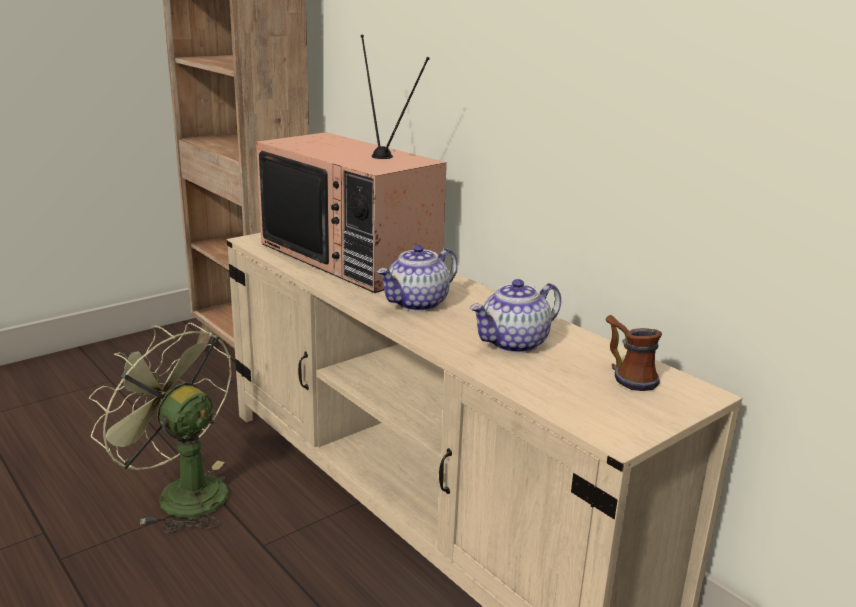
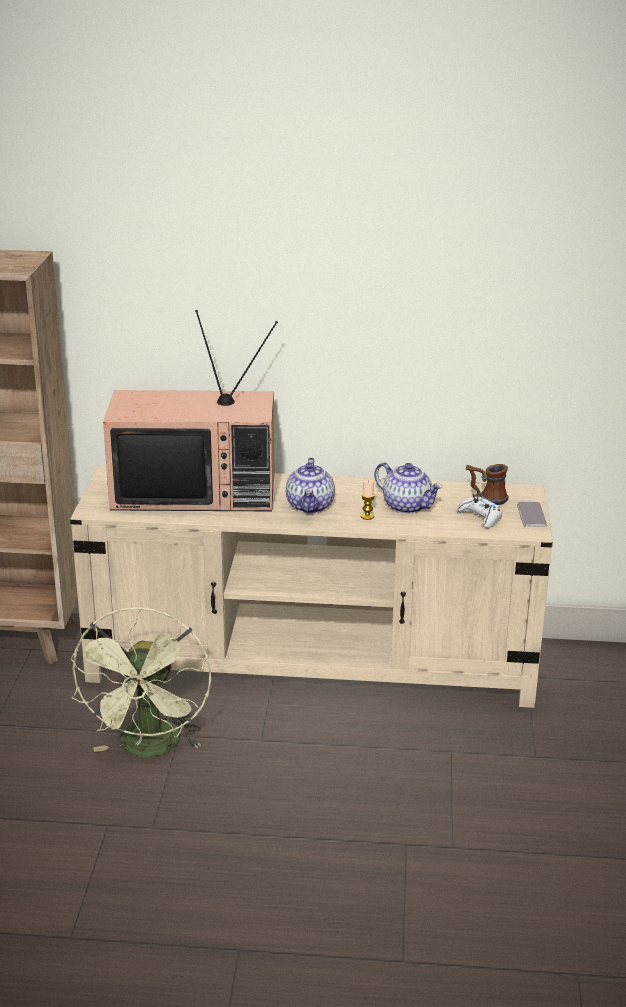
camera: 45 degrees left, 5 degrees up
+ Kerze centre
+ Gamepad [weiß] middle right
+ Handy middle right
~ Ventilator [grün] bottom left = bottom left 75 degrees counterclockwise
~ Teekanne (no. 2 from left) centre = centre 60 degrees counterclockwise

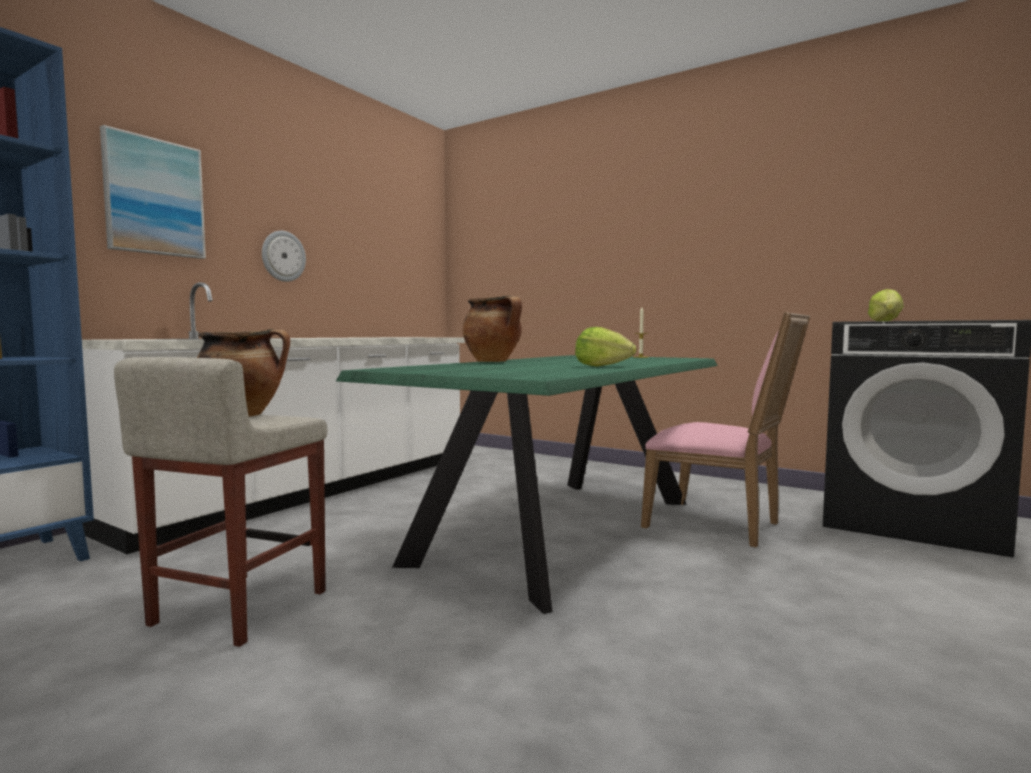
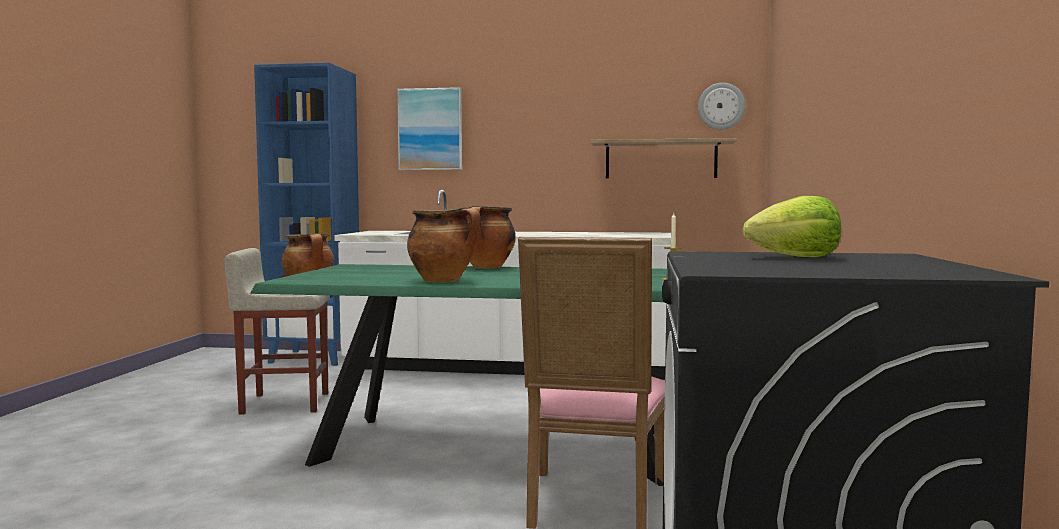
camera: 65 degrees right, 0 degrees up
+ Wandregal top centre
~ Wanduhr top left to top right
~ Salatkopf (no. 1 from left) centre to Kochtopf (no. 2 from left) centre

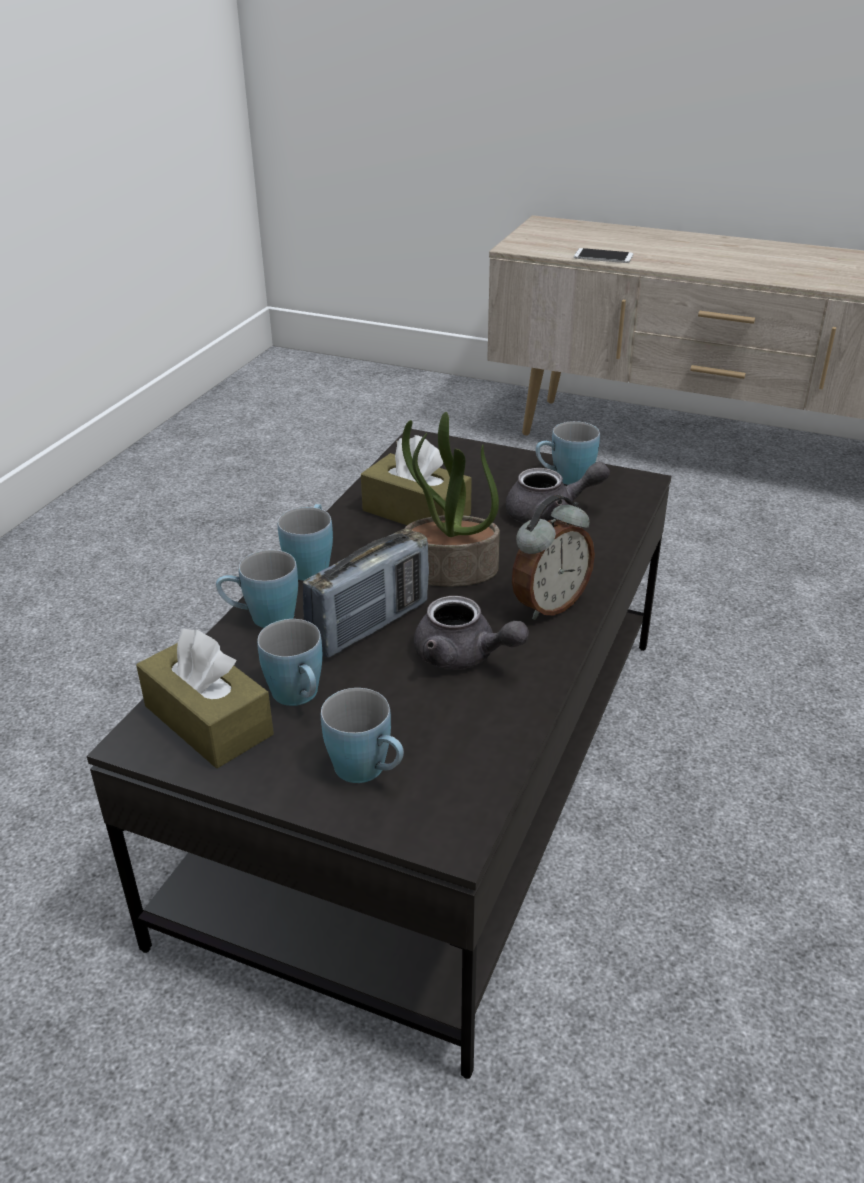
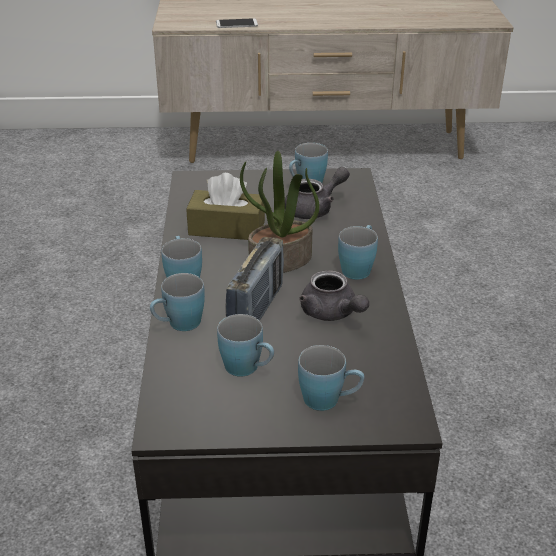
camera: 25 degrees left, 0 degrees up
- Taschentuchbox [braun] (no. 1 from left) middle left
~ Wecker centre to Henkelbecher [blau] (no. 6 from left) centre
~ Teekanne [grau] (no. 1 from left in the first image) centre = centre 45 degrees clockwise

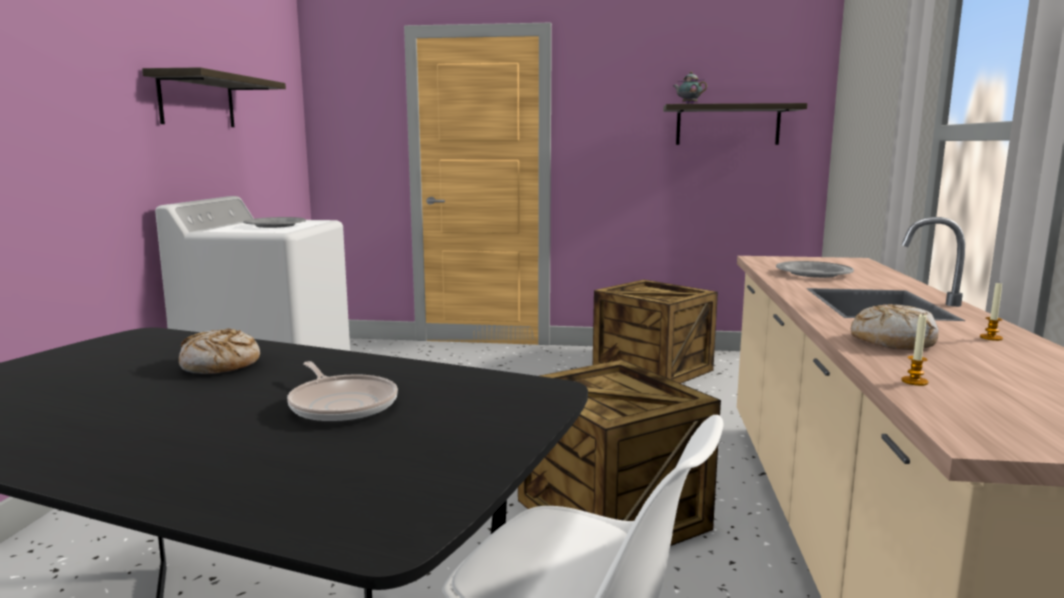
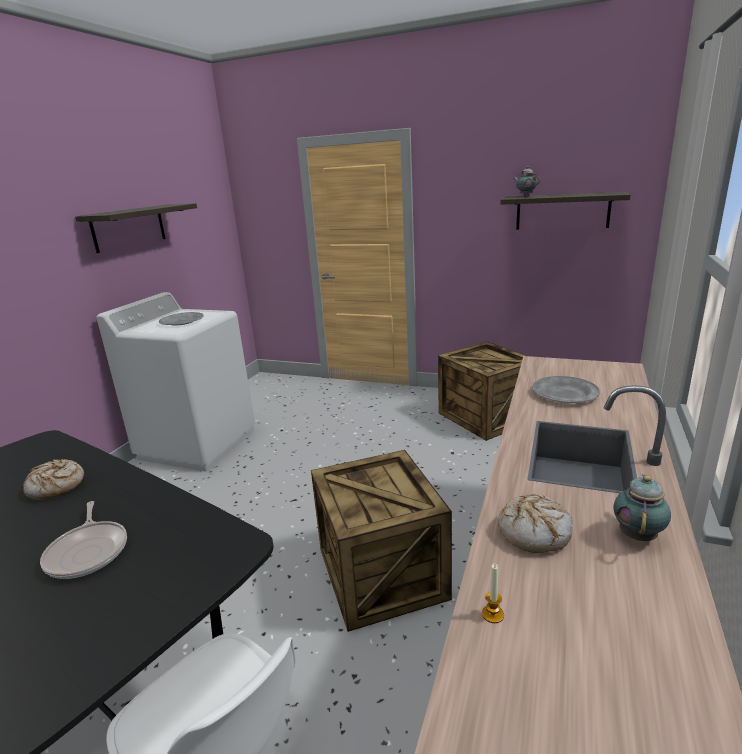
camera: 15 degrees right, 10 degrees up
~ Kerze (no. 2 from left) middle right to Teekanne (no. 2 from left) bottom right

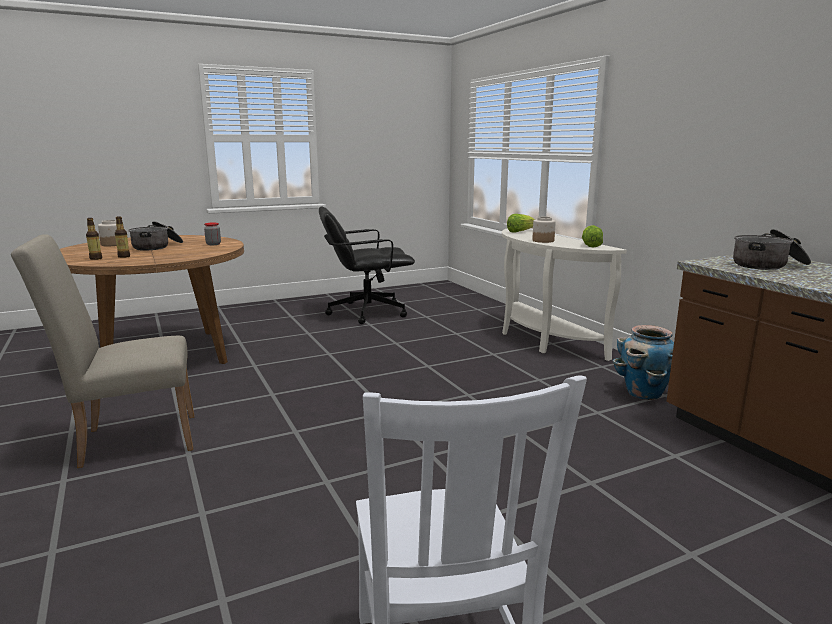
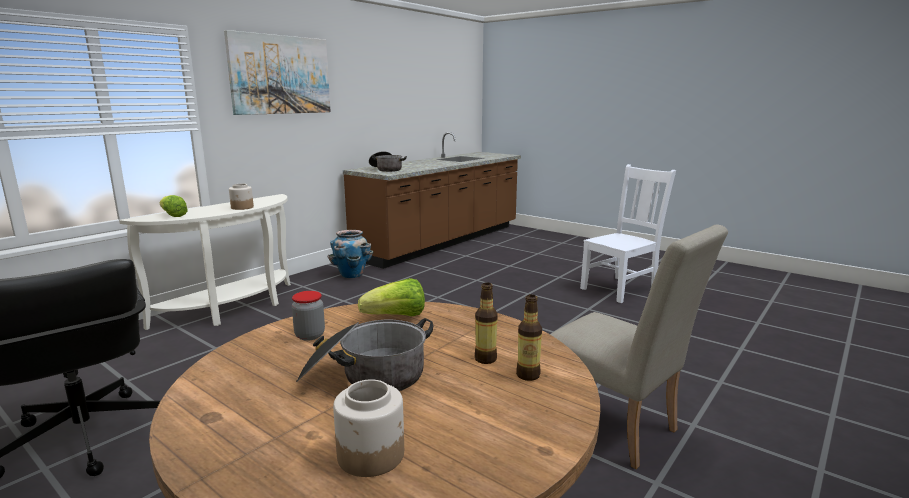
camera: 115 degrees left, 0 degrees up
+ Bild top left
~ Salatkopf (no. 2 from left) middle right to centre

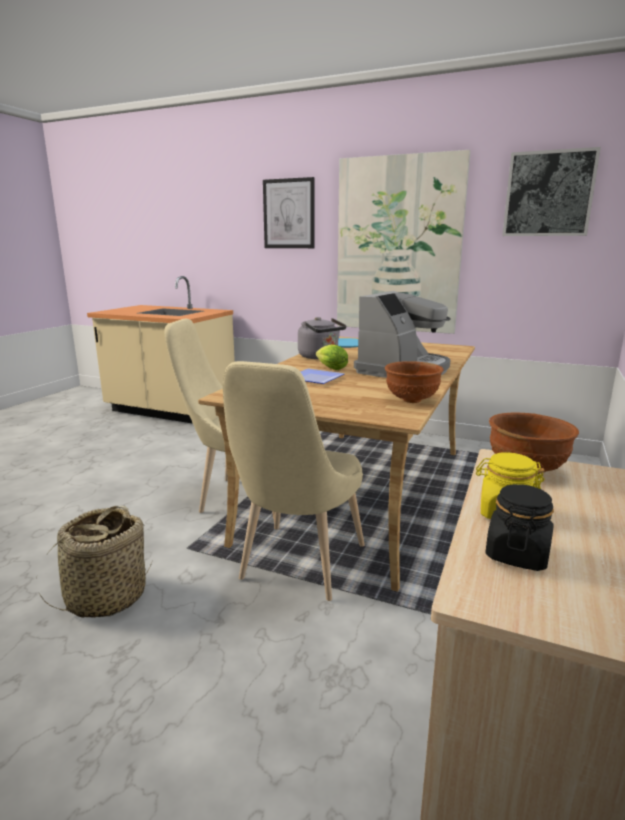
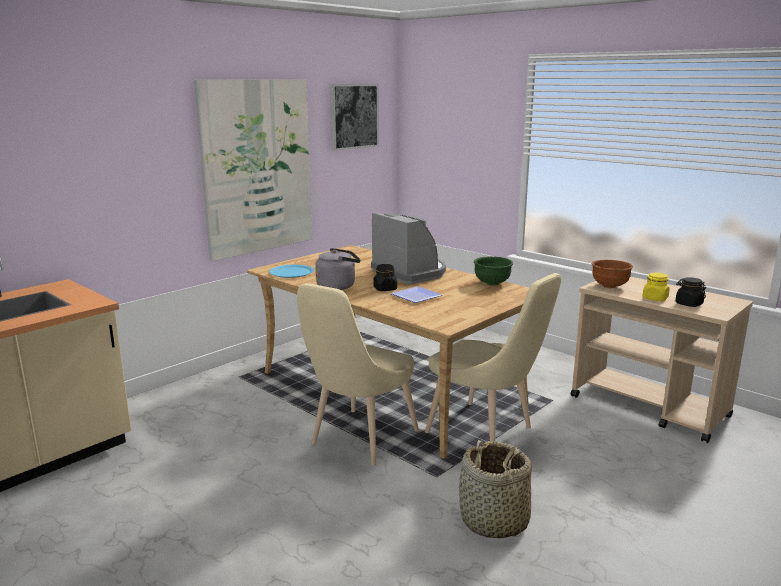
camera: 70 degrees left, 0 degrees up
- Bild (no. 1 from left) top centre
~ Salatkopf centre to Vorratsglas [schwarz] (no. 1 from left) centre
~ Schüssel [braun] (no. 1 from left) centre to Schüssel [grün] centre

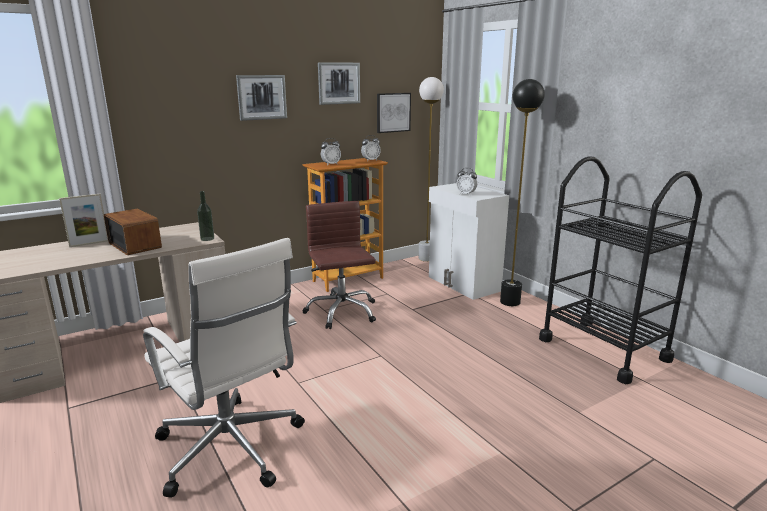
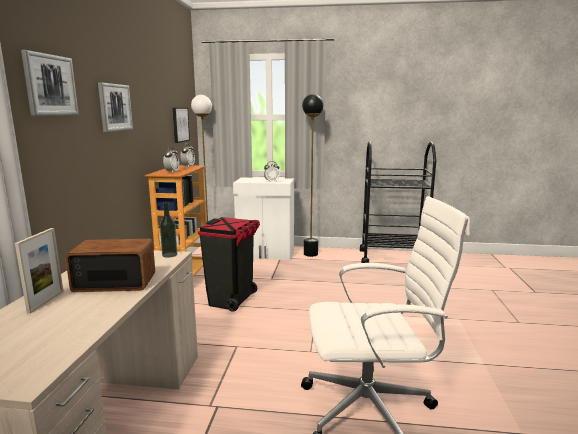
camera: 50 degrees left, 5 degrees down
~ Bild (no. 2 from left in the first image) top centre to Bild (no. 1 from left) top left
~ Bürostuhl [braun] centre to Mülleimer [schwarz] centre

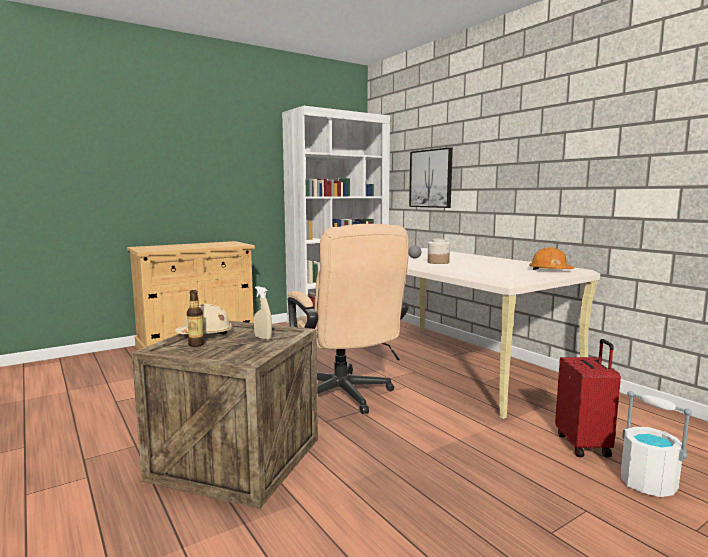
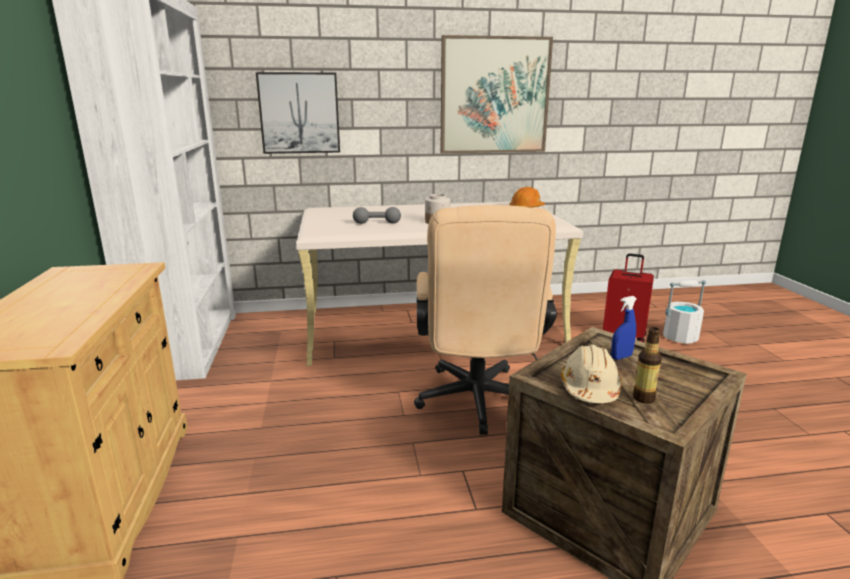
camera: 65 degrees left, 10 degrees up
+ Bild (no. 2 from left) top centre
~ Sprühflasche [beige] centre to Sprühflasche [blau] middle right
~ Bürostuhl [beige] centre = centre 90 degrees clockwise

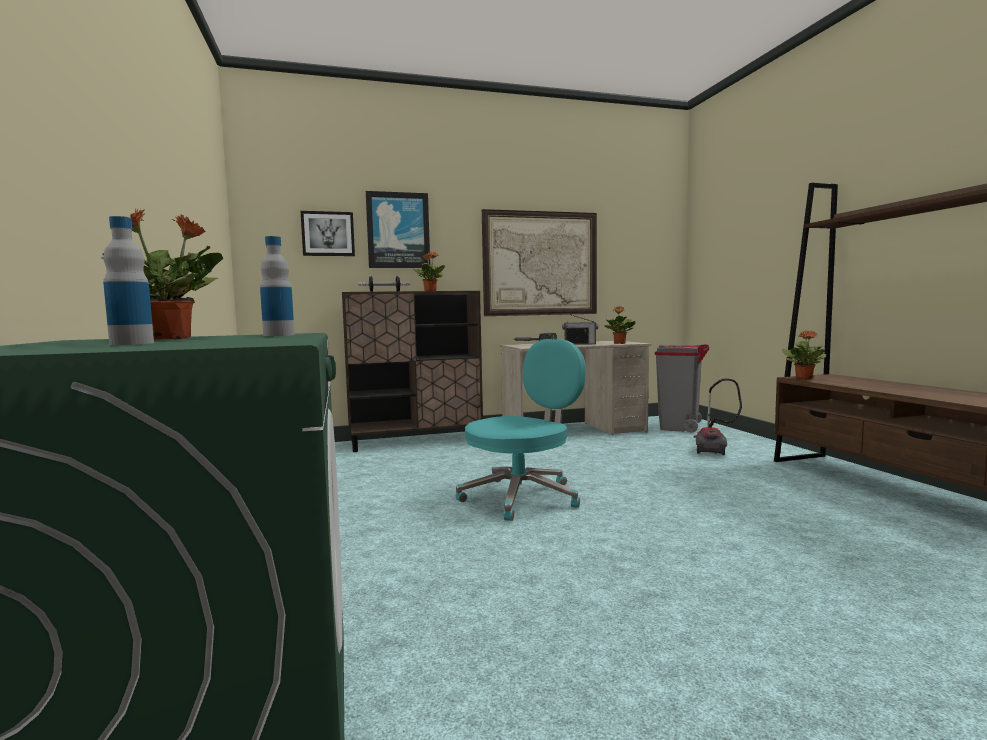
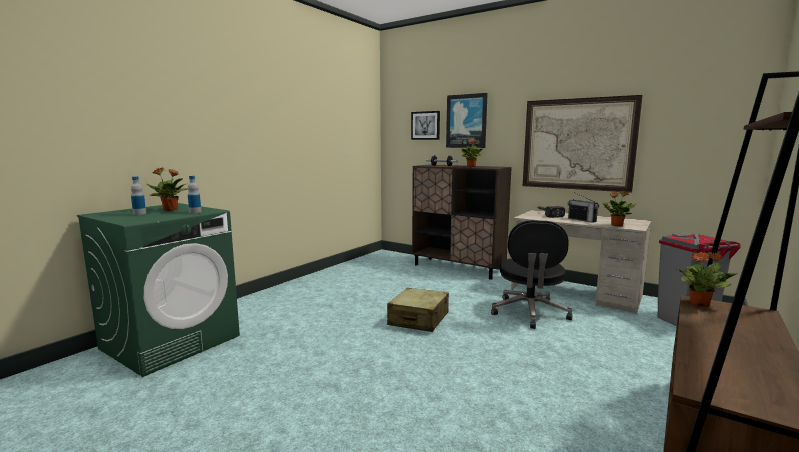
camera: 50 degrees right, 5 degrees up
- Staubsauger middle right
+ Bürostuhl [schwarz] centre
~ Bürostuhl [türkis] centre to Koffer [beige] bottom centre

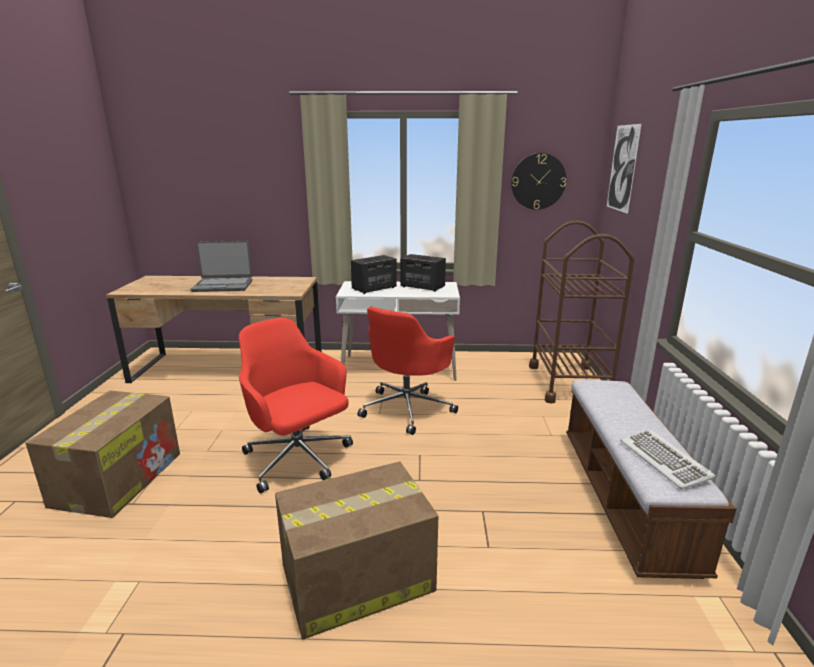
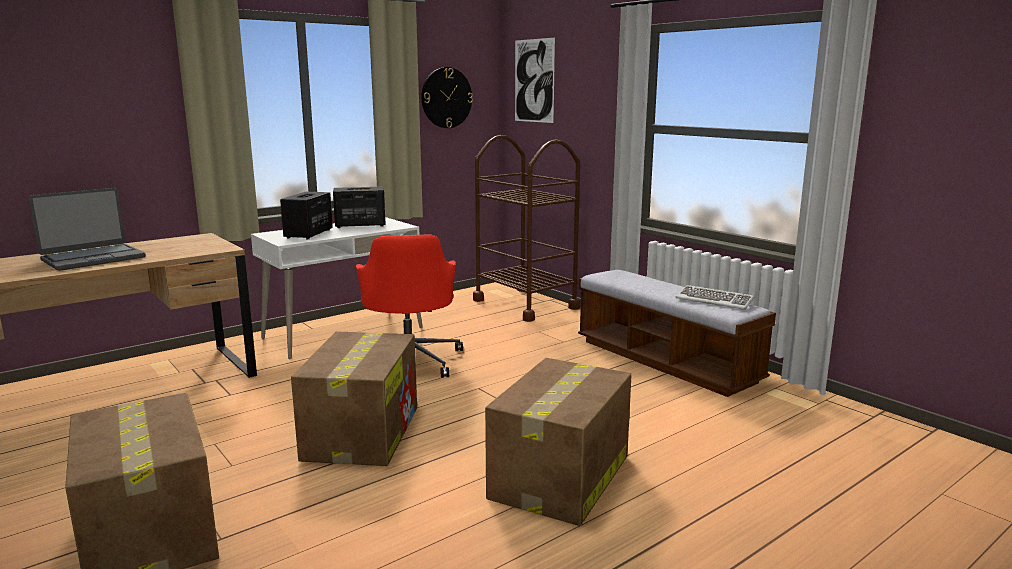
camera: 40 degrees left, 5 degrees down
~ Bürostuhl [rot] (no. 1 from left) centre to Karton (no. 2 from left) bottom centre

